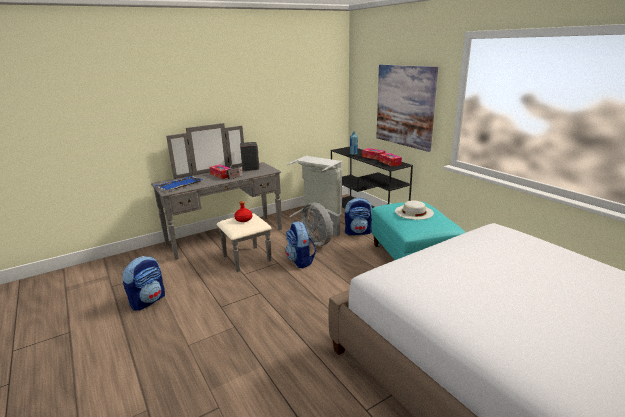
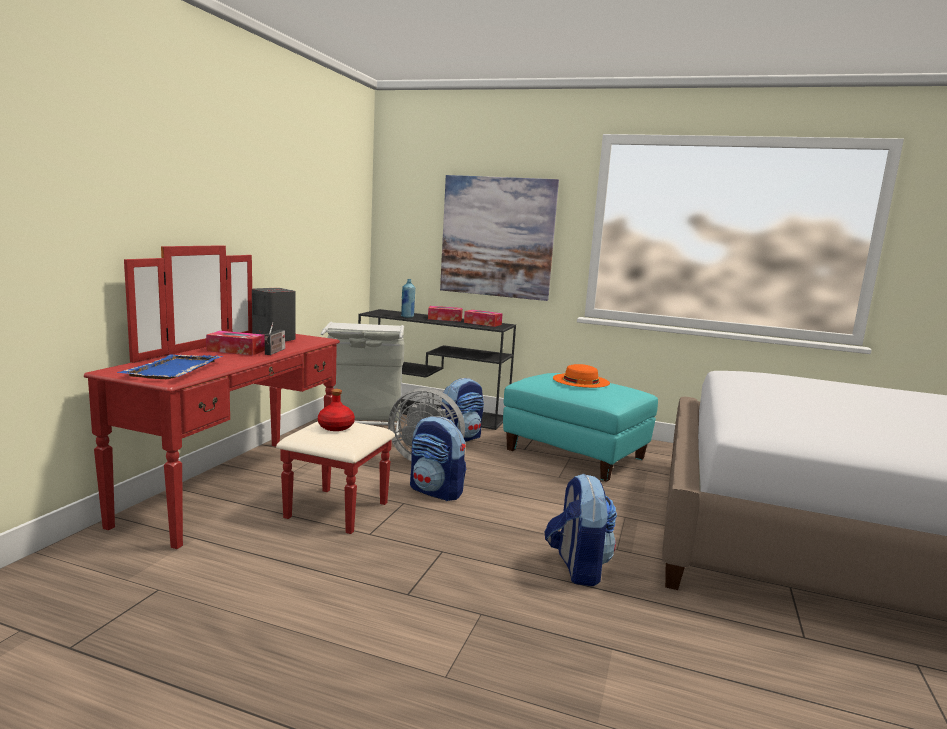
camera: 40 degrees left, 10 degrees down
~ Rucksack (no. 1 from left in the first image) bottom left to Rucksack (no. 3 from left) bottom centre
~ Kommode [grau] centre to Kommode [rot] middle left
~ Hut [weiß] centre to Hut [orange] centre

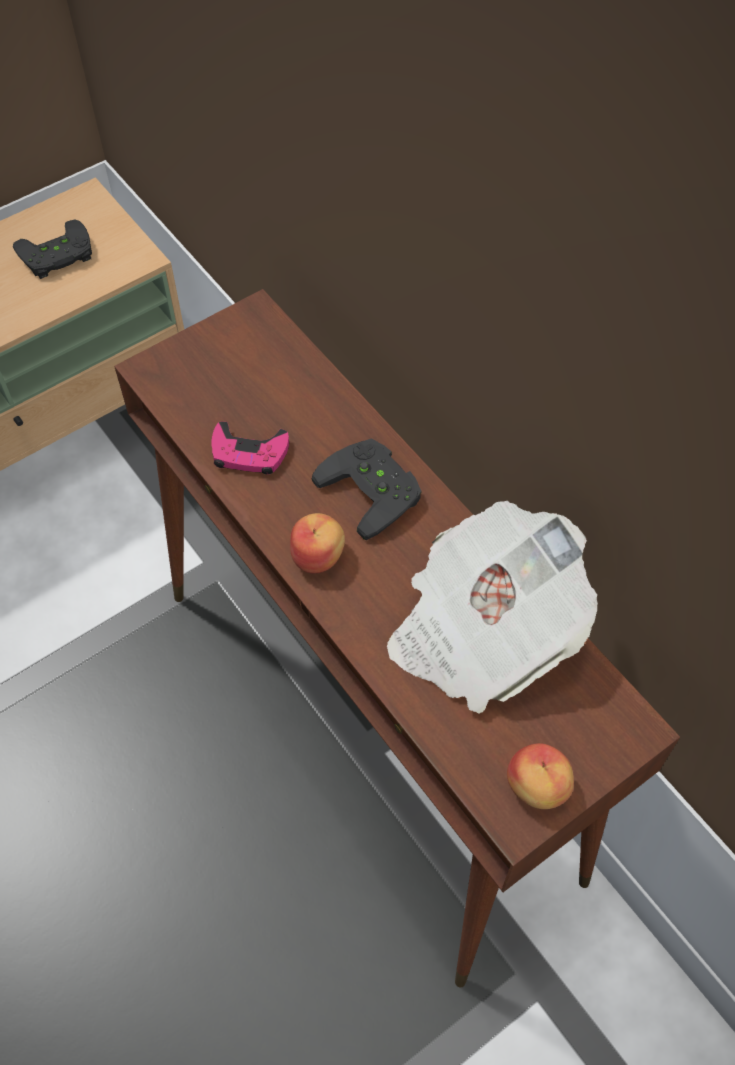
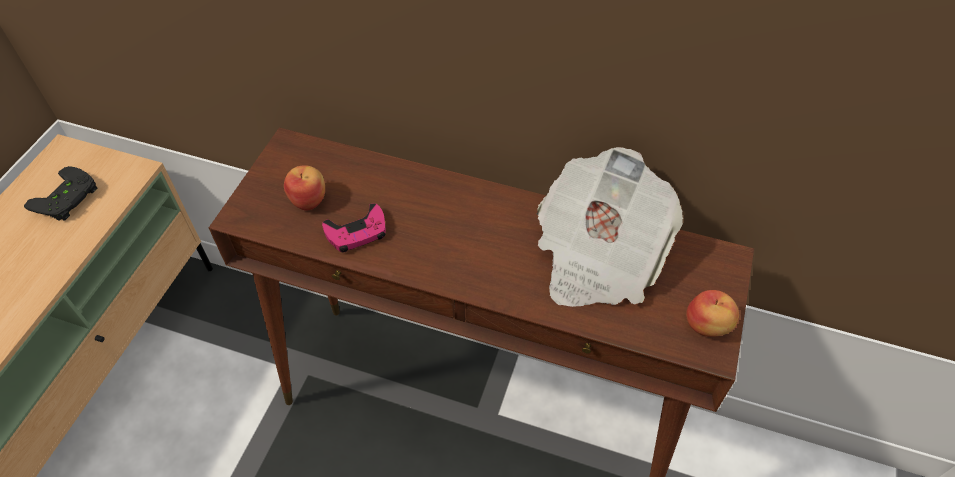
camera: 35 degrees left, 5 degrees down
- Gamepad [schwarz] (no. 2 from left) centre
~ Apfel (no. 1 from left) centre to middle left

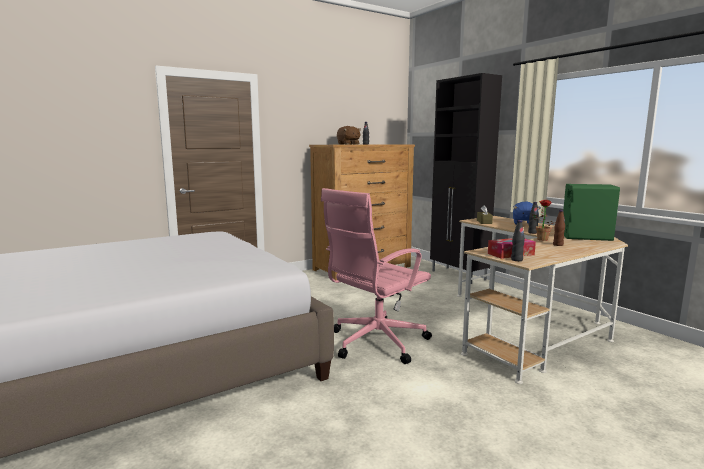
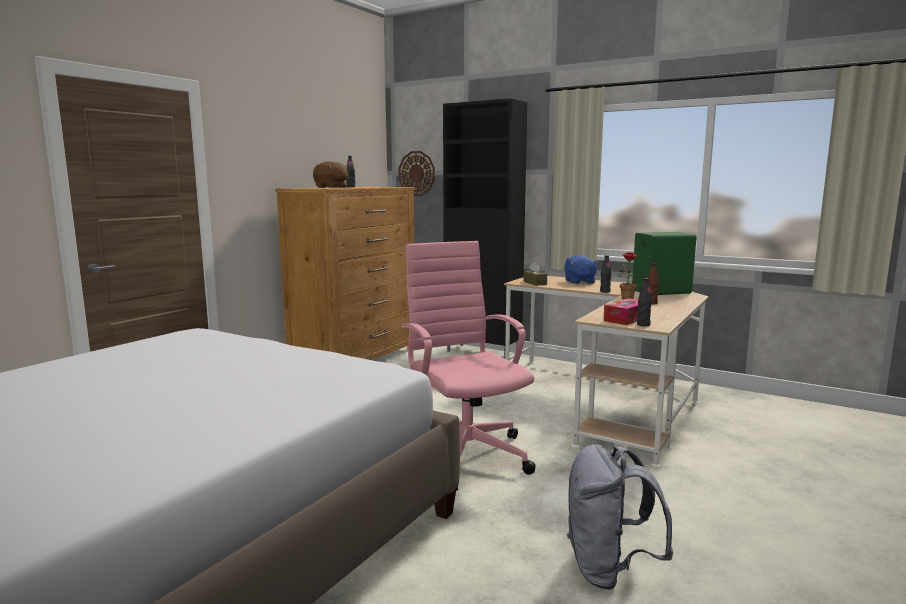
camera: 25 degrees left, 0 degrees up
+ Wanduhr top centre
+ Rucksack [grau] bottom right
~ Bürostuhl [rosa] centre = centre 135 degrees clockwise

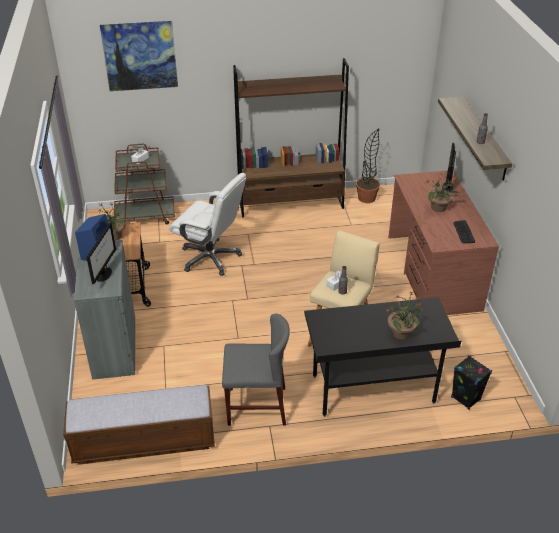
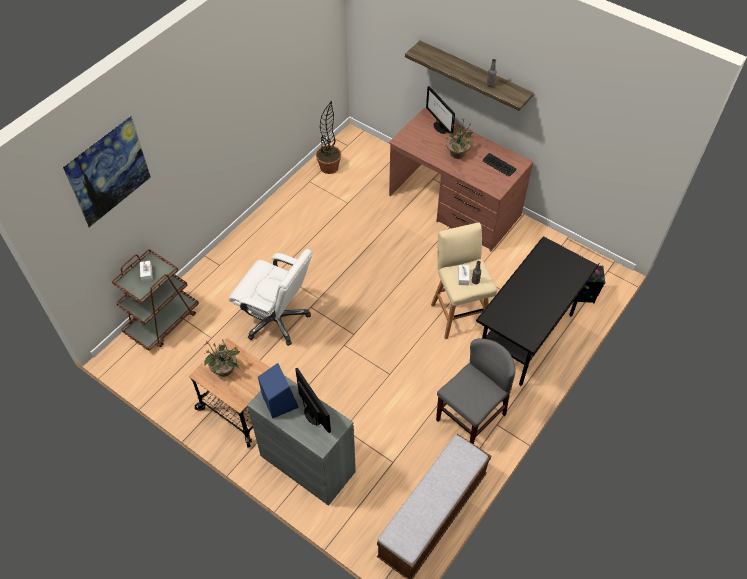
camera: 45 degrees left, 15 degrees up
- Bücherregal [braun] top centre
- Topfpflanze (no. 3 from left) middle right
~ Bürostuhl [weiß] centre = centre 45 degrees clockwise

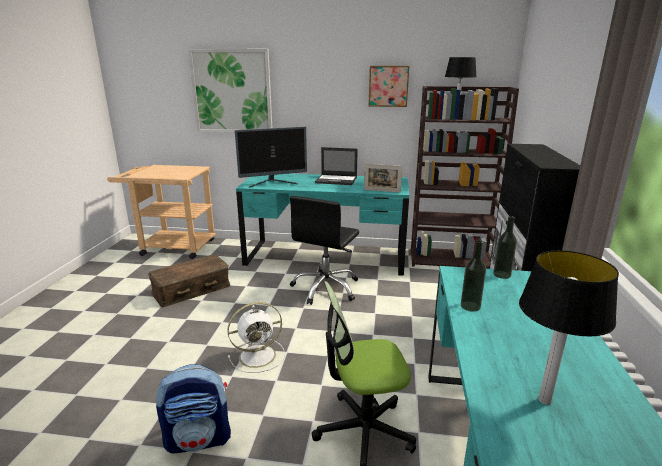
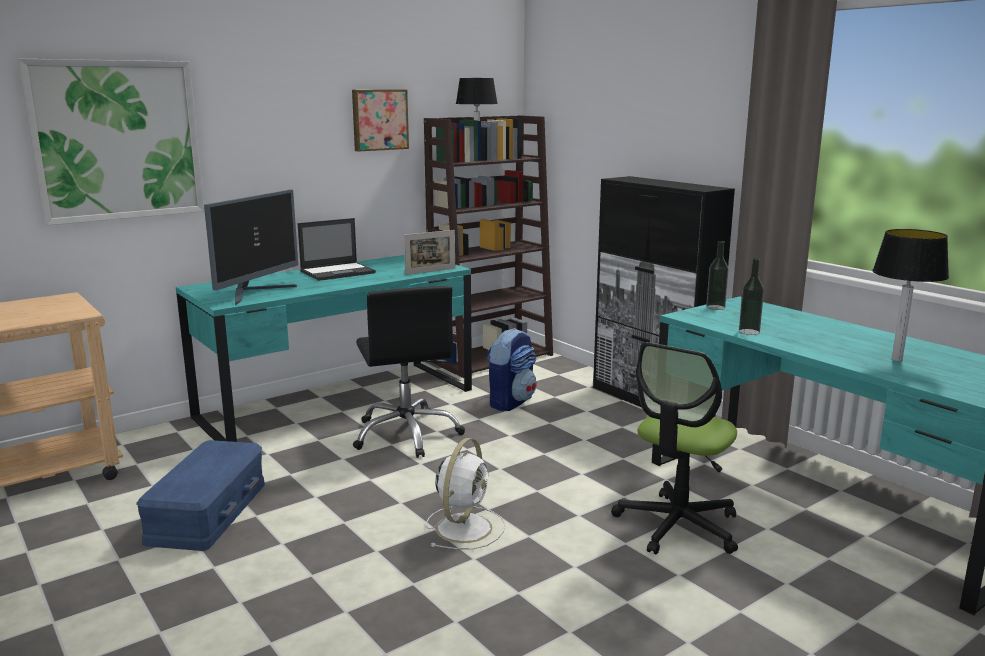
camera: 45 degrees left, 5 degrees down
~ Rucksack bottom left to centre
~ Aufbewahrungsbox [braun] middle left to Aufbewahrungsbox [blau] bottom left

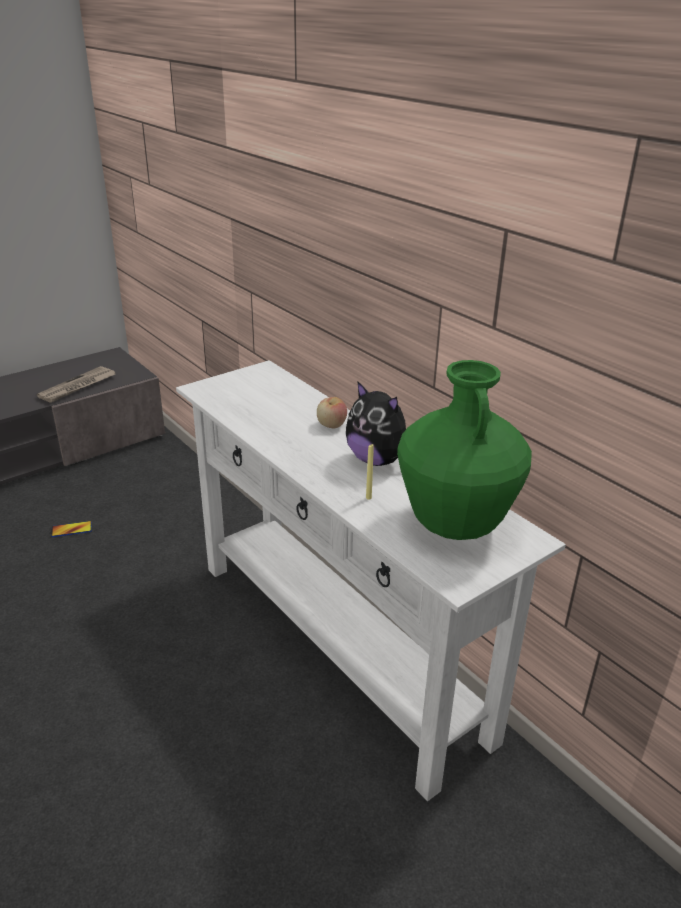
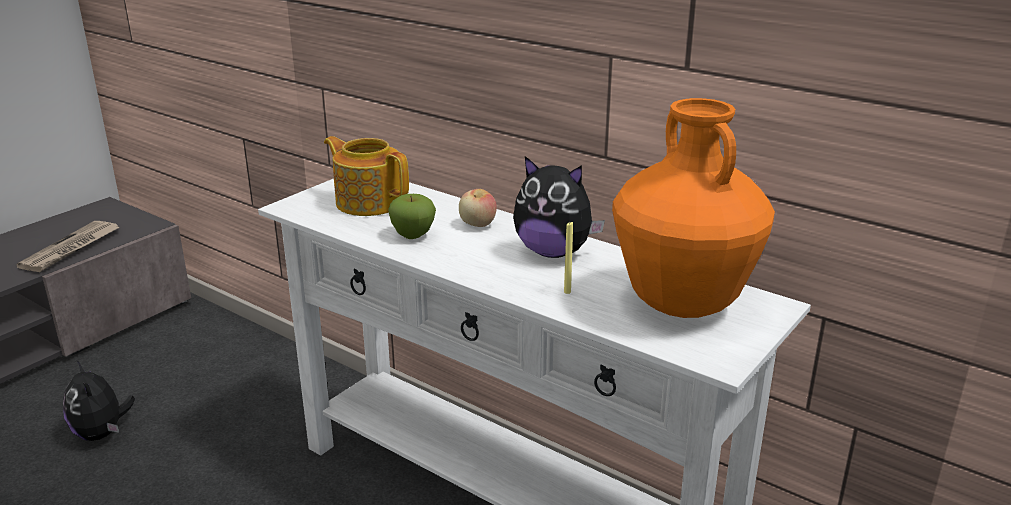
camera: 15 degrees left, 5 degrees down
+ Teekanne centre
+ Apfel (no. 1 from left) centre
~ Handy middle left to Plüschtier (no. 1 from left) bottom left
~ Vase [grün] middle right to Vase [orange] middle right

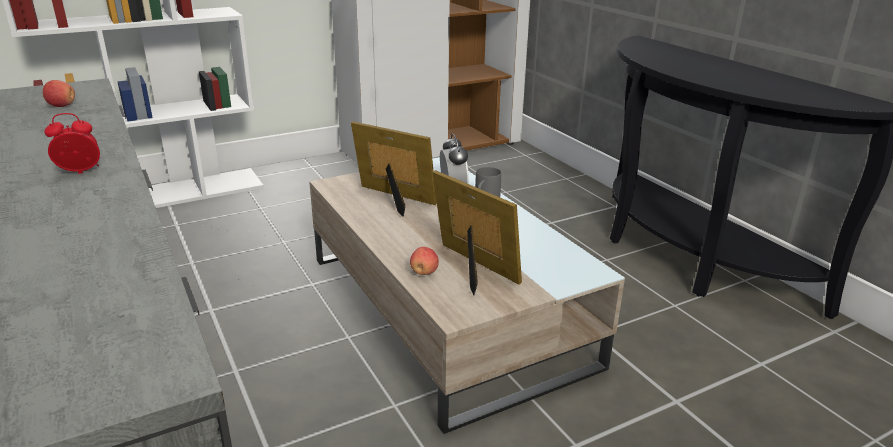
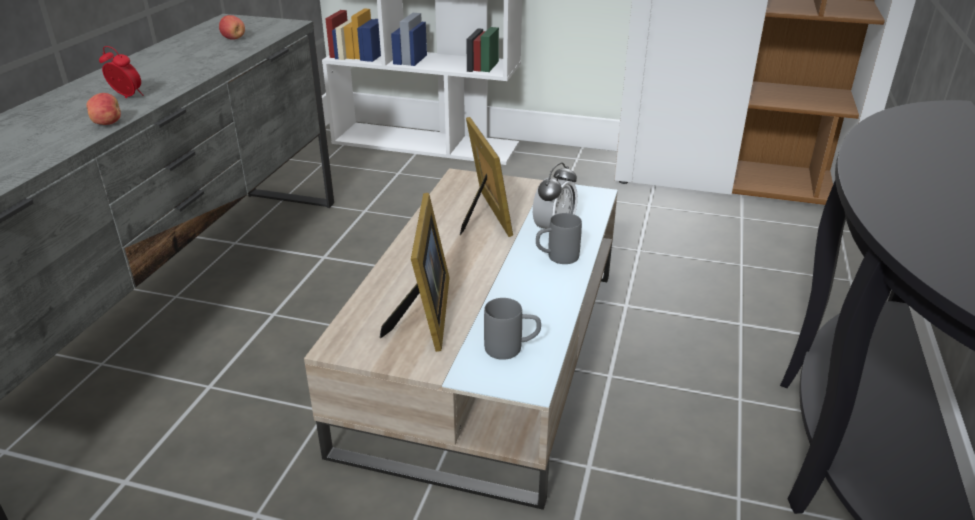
camera: 45 degrees right, 5 degrees up
+ Henkelbecher [grau] (no. 1 from left) centre
~ Apfel (no. 2 from left in the first image) centre to Apfel (no. 1 from left) top left

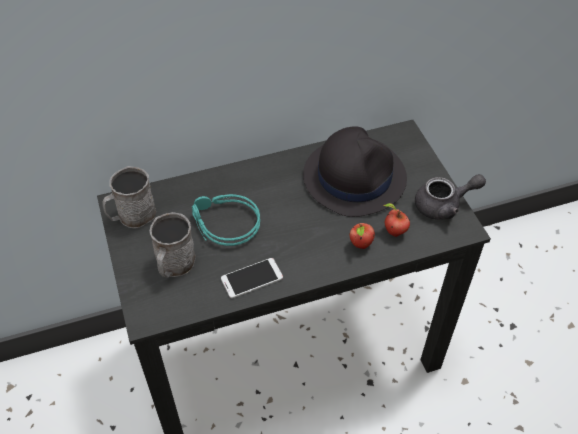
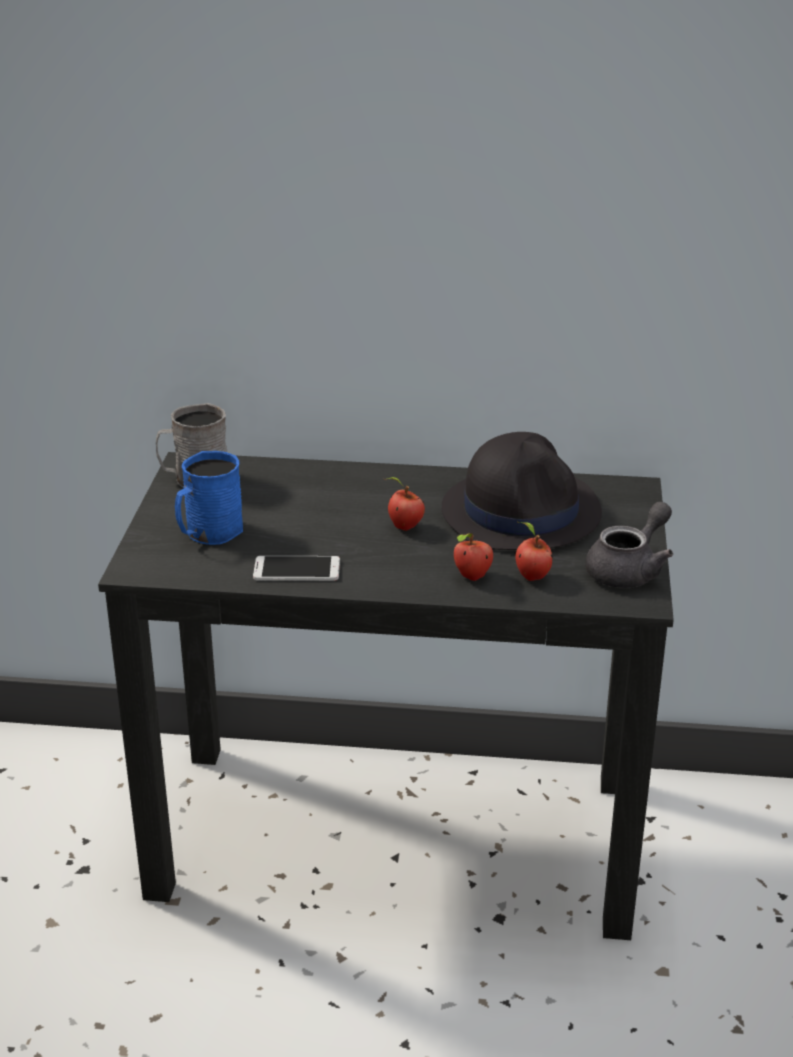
camera: 25 degrees right, 20 degrees down
- Kopfhörer [türkis] centre
+ Apfel (no. 1 from left) centre
~ Henkelbecher [grau] (no. 2 from left) middle left to Henkelbecher [blau] middle left
~ Teekanne [grau] middle right = middle right 60 degrees counterclockwise

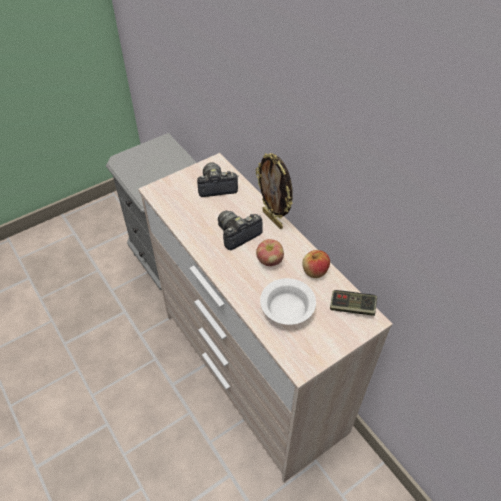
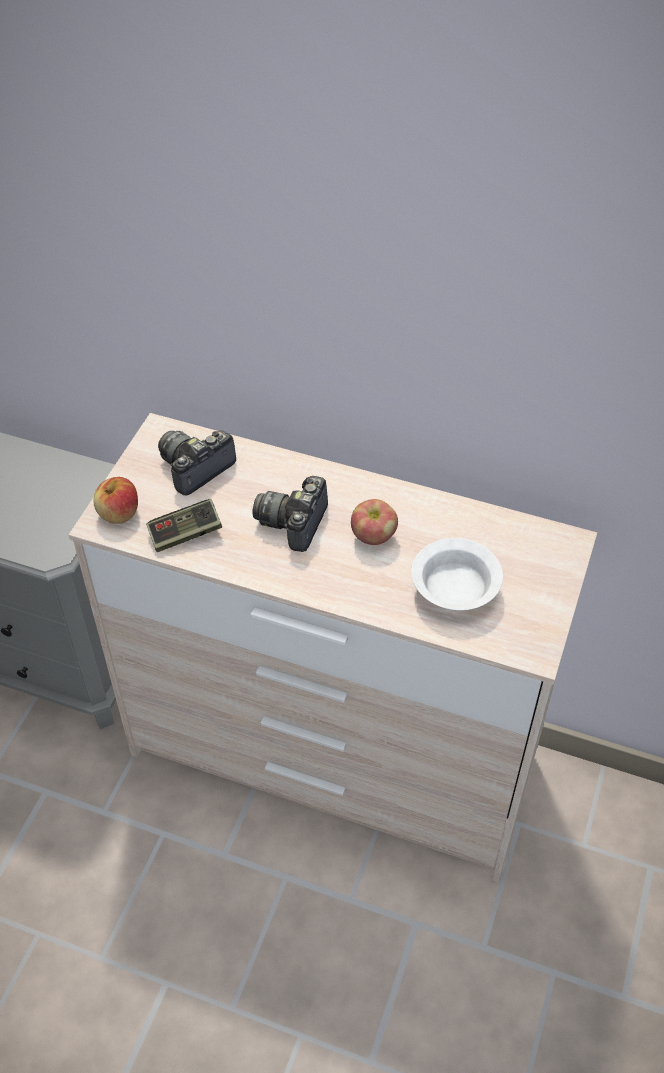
camera: 35 degrees left, 0 degrees up
- Bilderrahmen centre
~ Apfel (no. 2 from left in the first image) centre to Apfel (no. 1 from left) middle left
~ Gamepad middle right to middle left

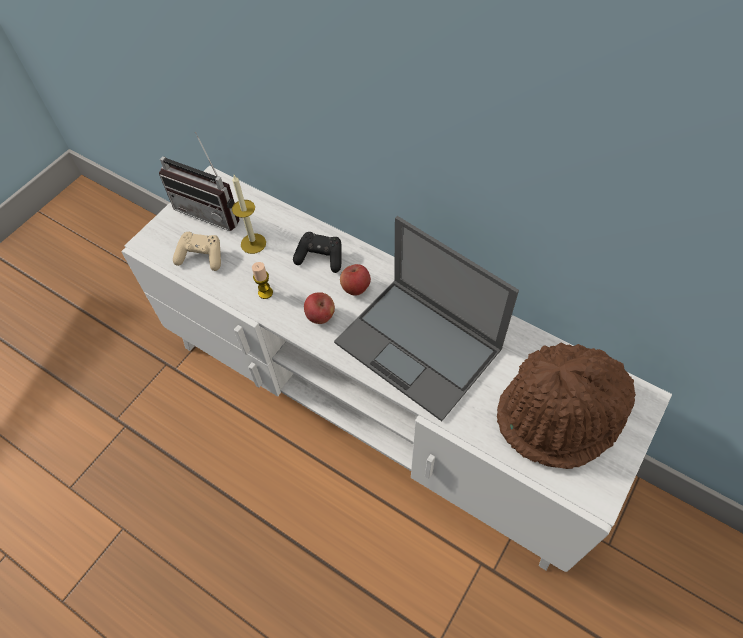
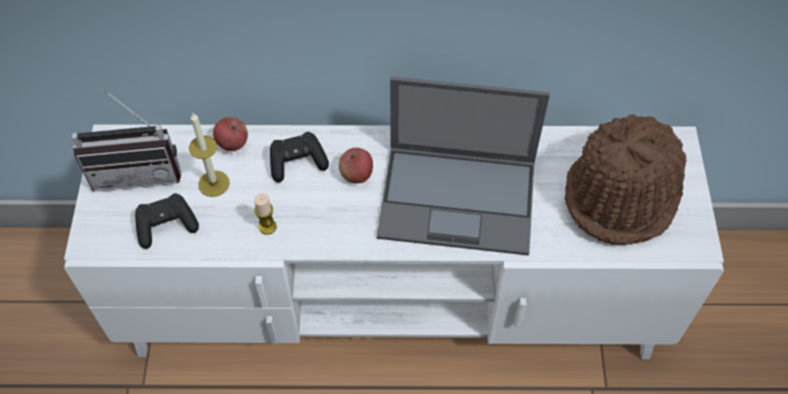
camera: 35 degrees left, 0 degrees up
~ Apfel (no. 1 from left) centre to middle left
~ Gamepad [beige] middle left to Gamepad [schwarz] (no. 1 from left) middle left

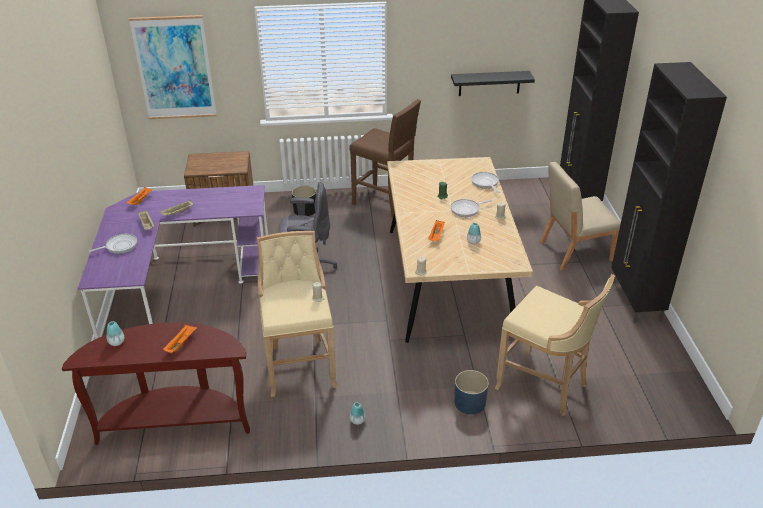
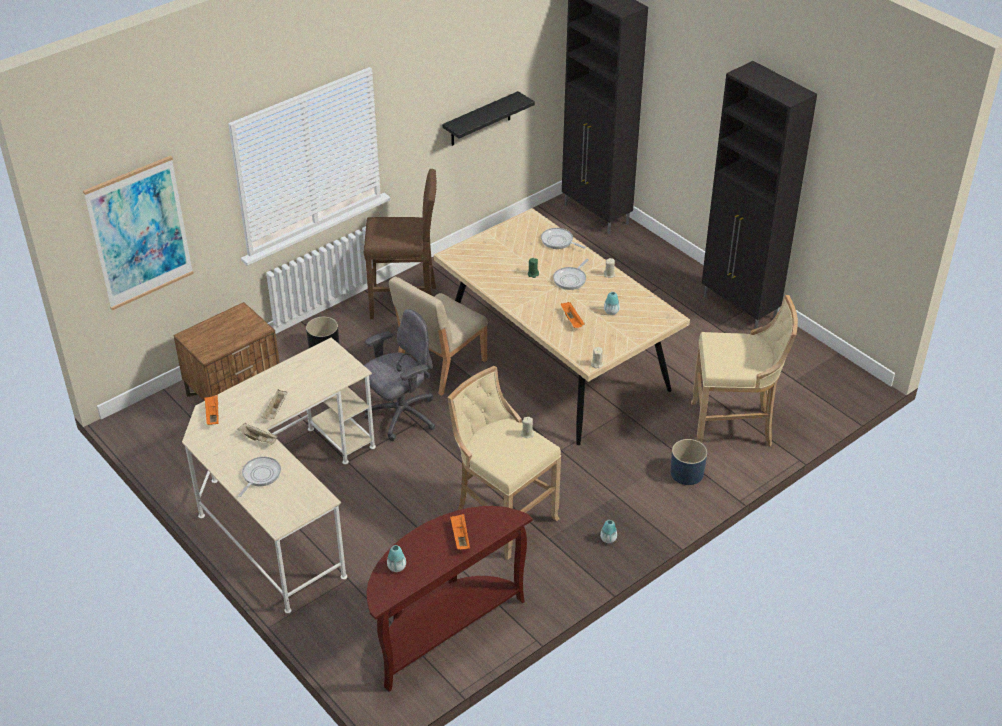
camera: 35 degrees left, 5 degrees up
~ Stuhl [beige] middle right to centre
~ Schreibtisch [lila] middle left to Schreibtisch [beige] middle left

